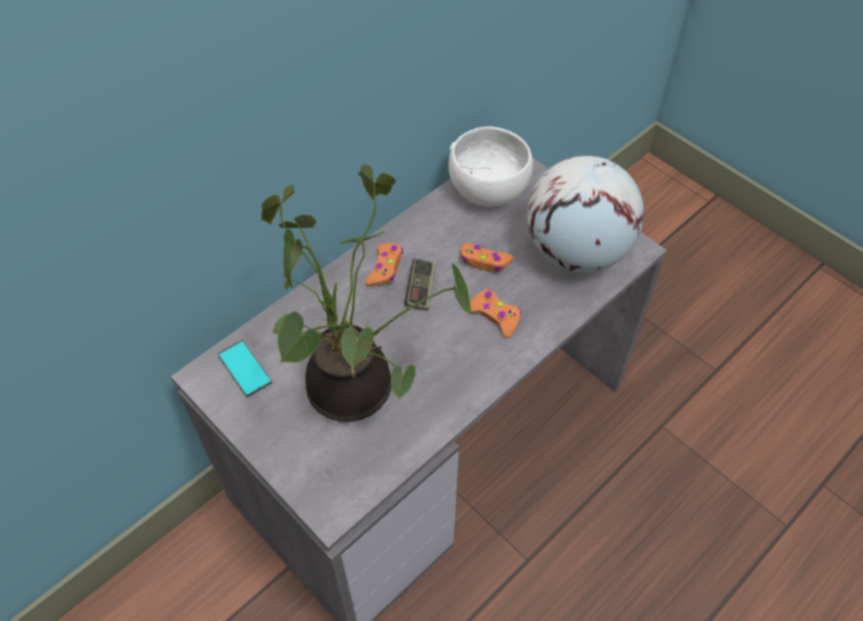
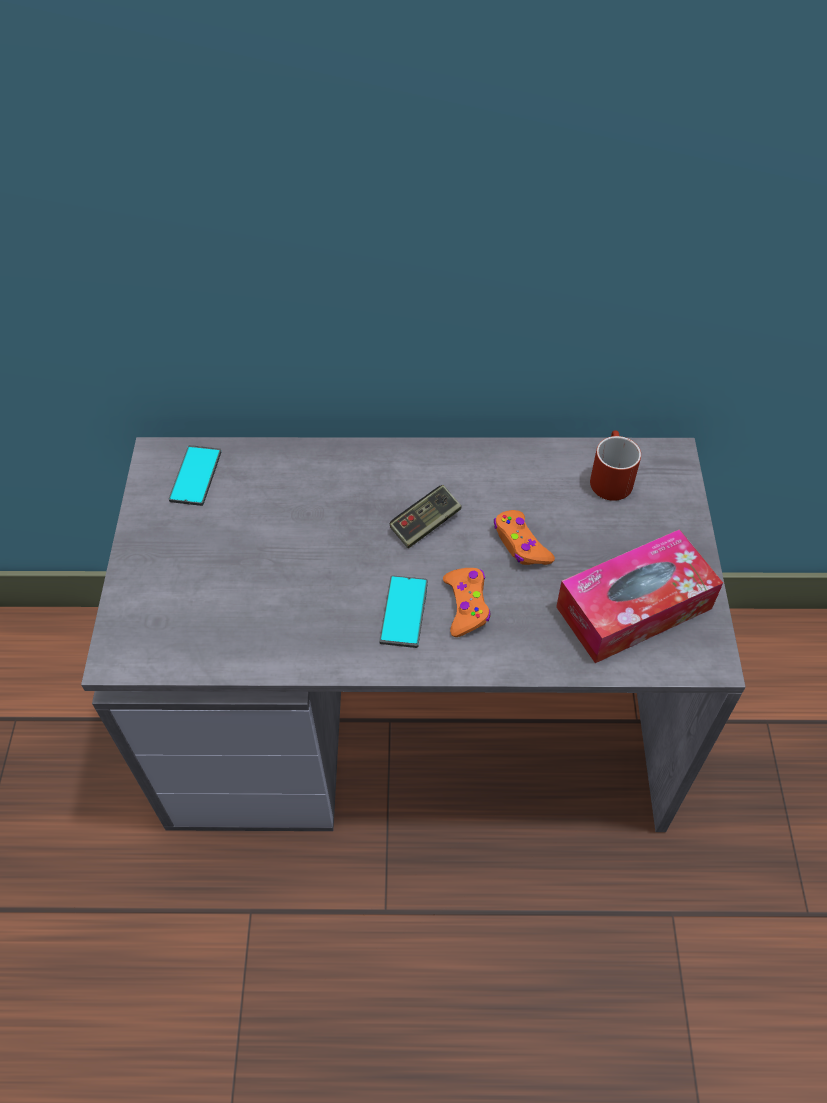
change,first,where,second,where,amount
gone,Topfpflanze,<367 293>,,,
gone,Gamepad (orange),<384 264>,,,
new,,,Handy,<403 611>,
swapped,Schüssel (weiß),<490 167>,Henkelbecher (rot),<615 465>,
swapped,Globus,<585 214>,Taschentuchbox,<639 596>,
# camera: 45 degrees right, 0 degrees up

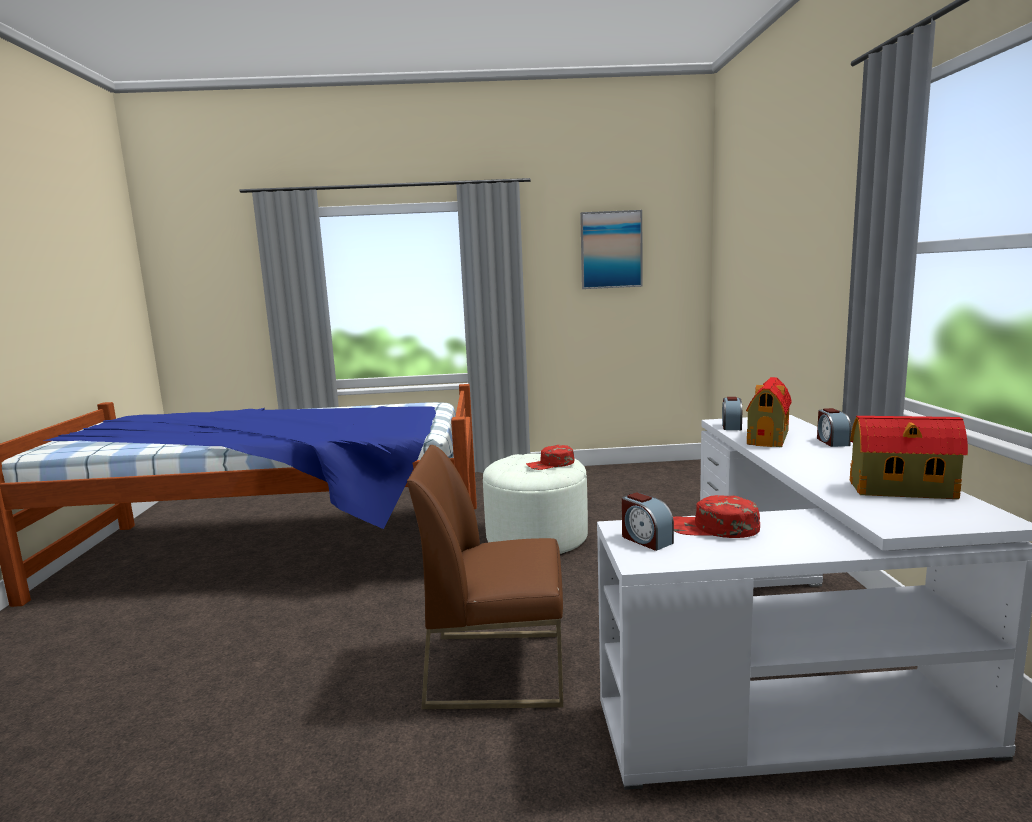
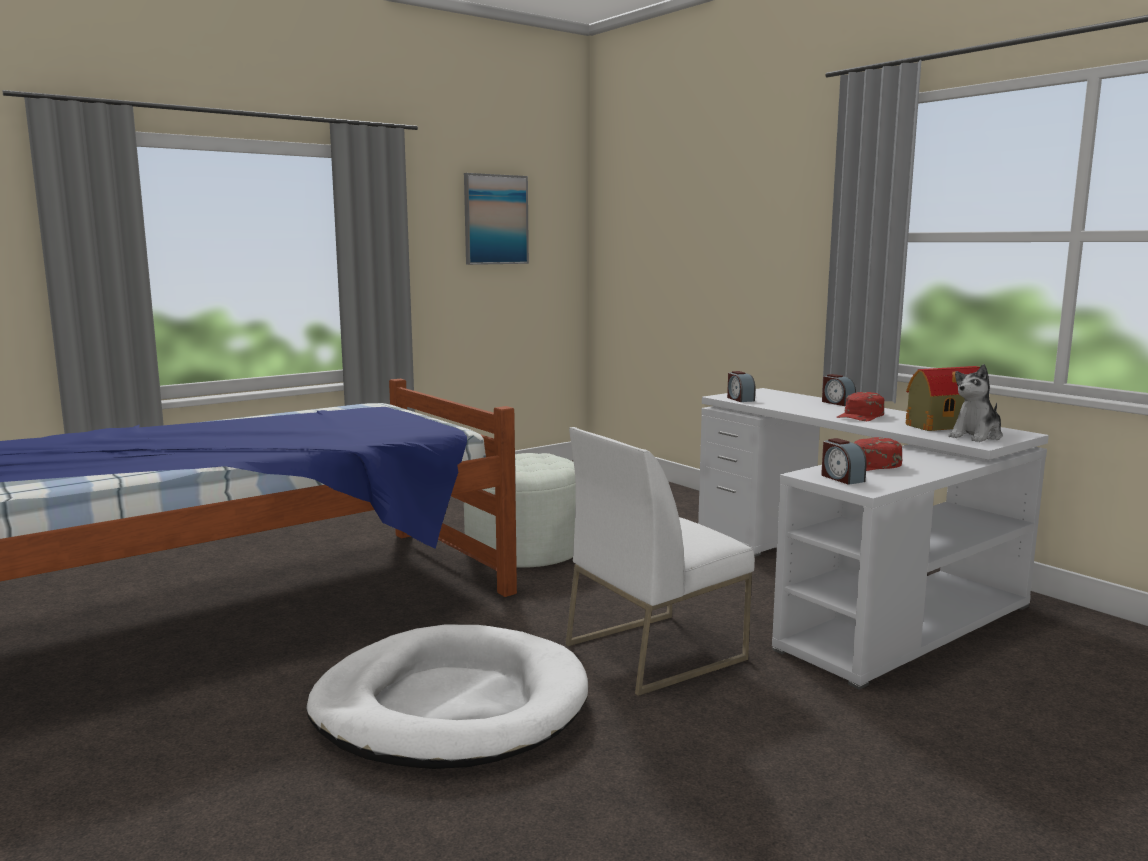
change,first,where,second,where,amount
gone,Spielzeughaus,<769 412>,,,
new,,,Hundebett (weiß),<447 697>,
new,,,Plüschtier,<975 403>,
shifted,Kappe (rot),<550 457>,,<860 406>,
repainted,Stuhl (braun),<485 577>,Stuhl (weiß),<660 561>,
rotated,Wecker,<648 521>,,<844 461>,45 degrees clockwise
# camera: 35 degrees left, 0 degrees up

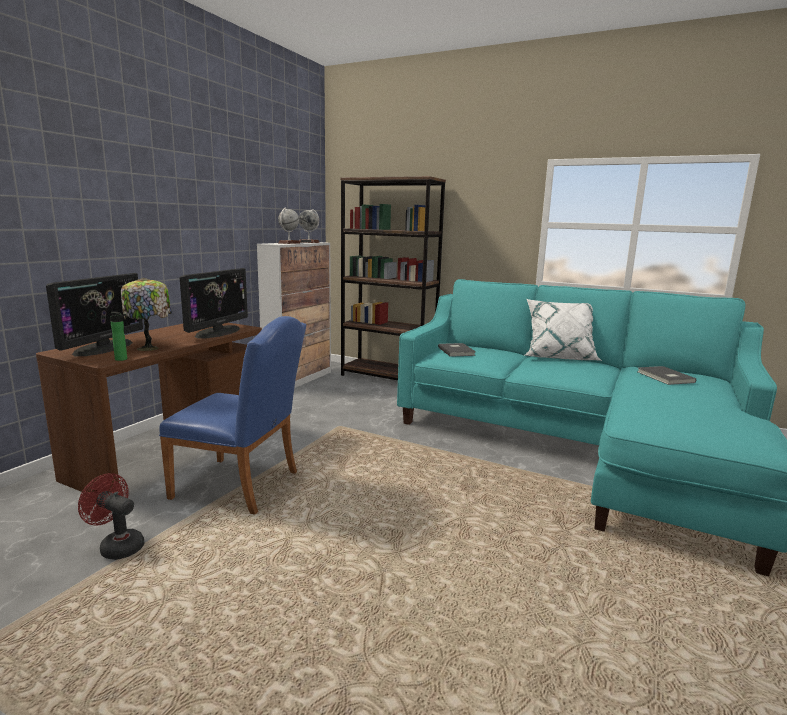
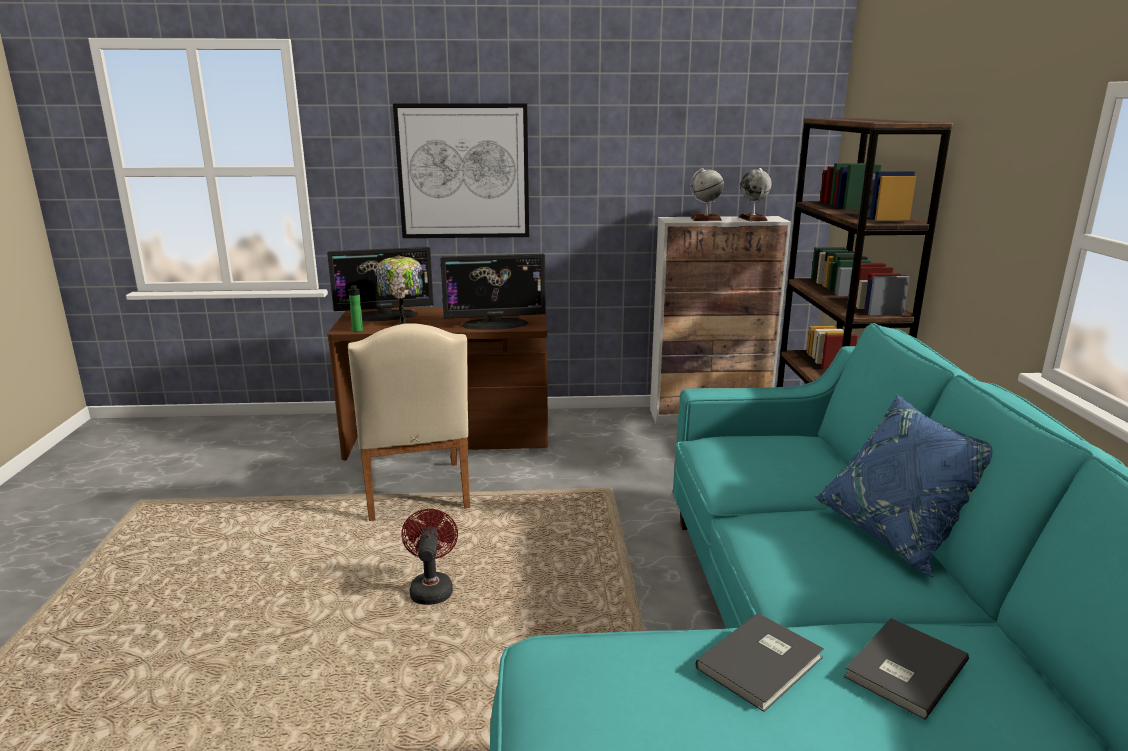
change,first,where,second,where,amount
new,,,Bild,<461 170>,
shifted,Ventilator (rot),<111 516>,,<429 557>,
shifted,Buch (grau),<457 350>,,<760 662>,
repainted,Stuhl (blau),<232 415>,Stuhl (beige),<409 422>,
repainted,Kissen (weiß),<563 330>,Kissen (blau),<903 486>,
# camera: 60 degrees right, 5 degrees up

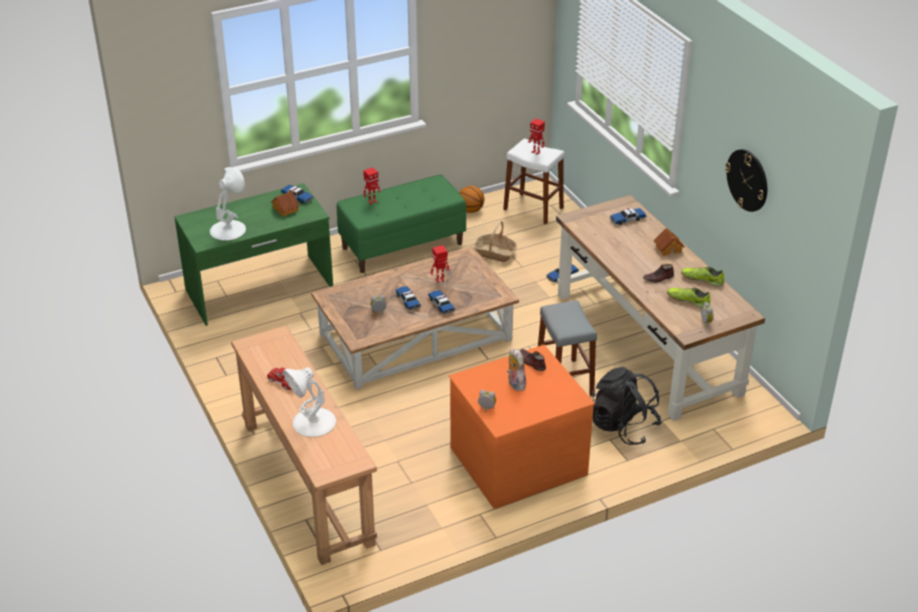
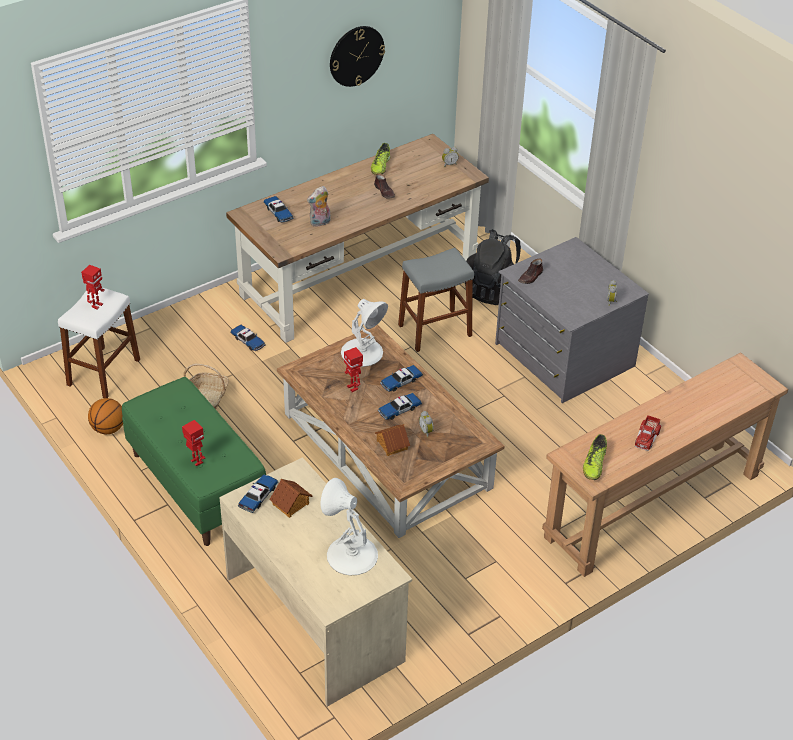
change,first,where,second,where,amount
shifted,Tischlampe (weiß),<309 402>,,<364 333>,
shifted,Plüschtier,<516 370>,,<318 206>,
shifted,Spielzeughaus,<669 242>,,<392 440>,
shifted,Schuh,<689 298>,,<595 457>,
repainted,Schreibtisch (grün),<253 254>,Schreibtisch (beige),<315 582>,
repainted,Kommode (orange),<522 427>,Kommode (grau),<572 320>,
# camera: 100 degrees left, 5 degrees up

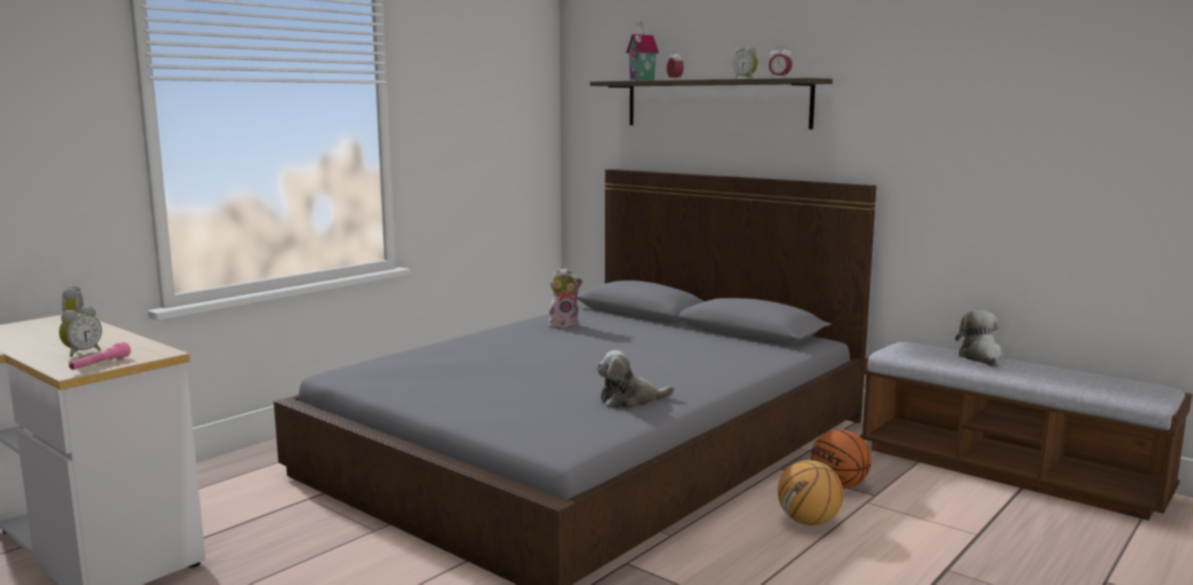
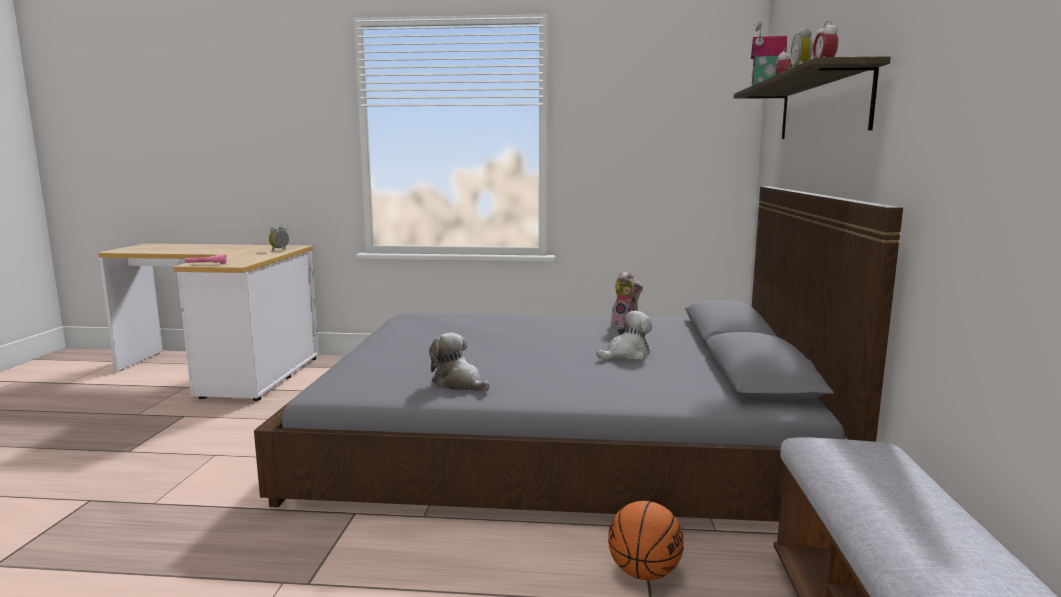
change,first,where,second,where,amount
gone,Wecker,<80 331>,,,
gone,Basketball,<810 493>,,,
shifted,Plüschtier,<979 338>,,<624 335>,
# camera: 55 degrees right, 0 degrees up

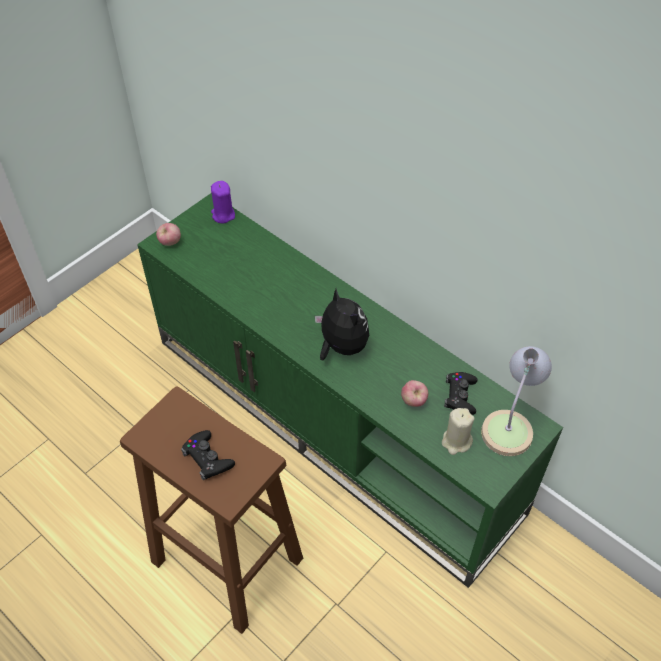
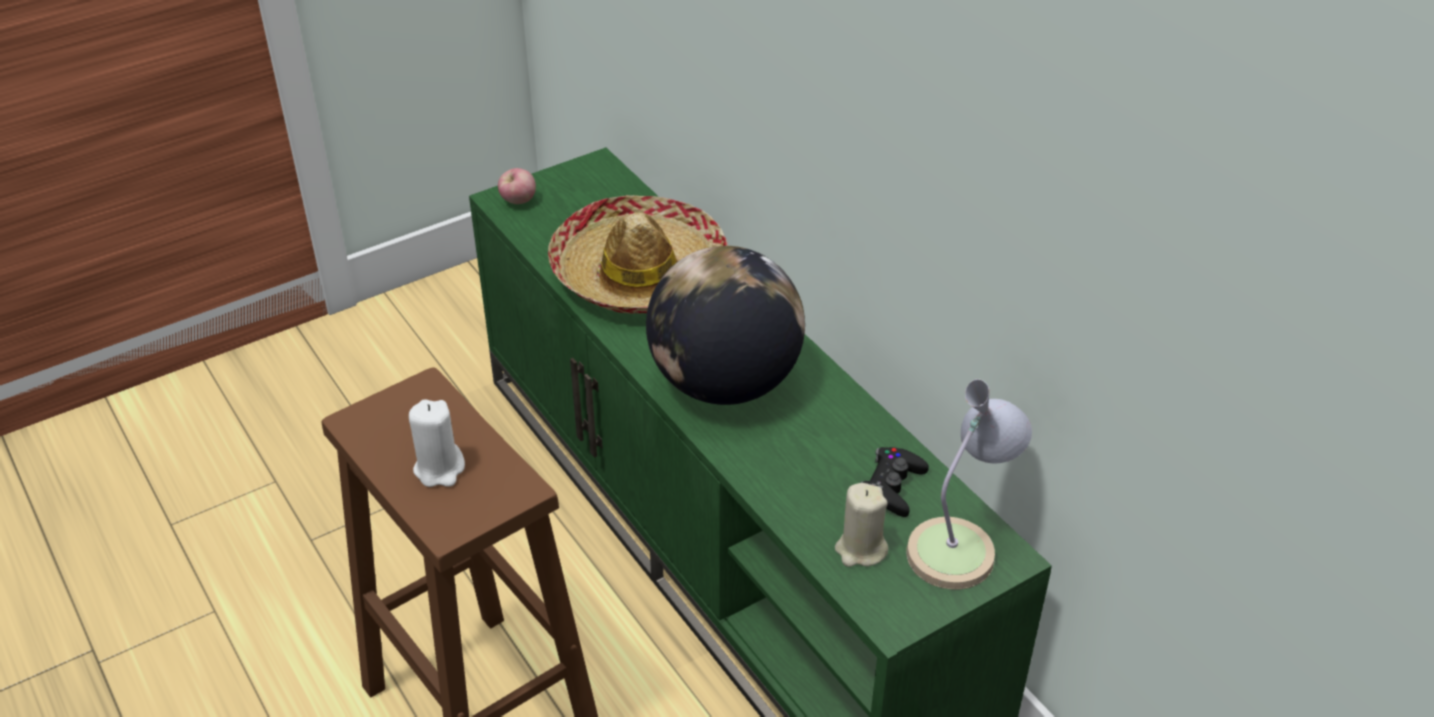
change,first,where,second,where,amount
gone,Kerze (lila),<223 202>,,,
gone,Apfel,<414 393>,,,
new,,,Hut,<638 254>,
swapped,Gamepad (schwarz),<208 455>,Kerze (weiß),<437 443>,
swapped,Plüschtier,<342 324>,Globus,<725 325>,
# camera: 15 degrees right, 10 degrees down

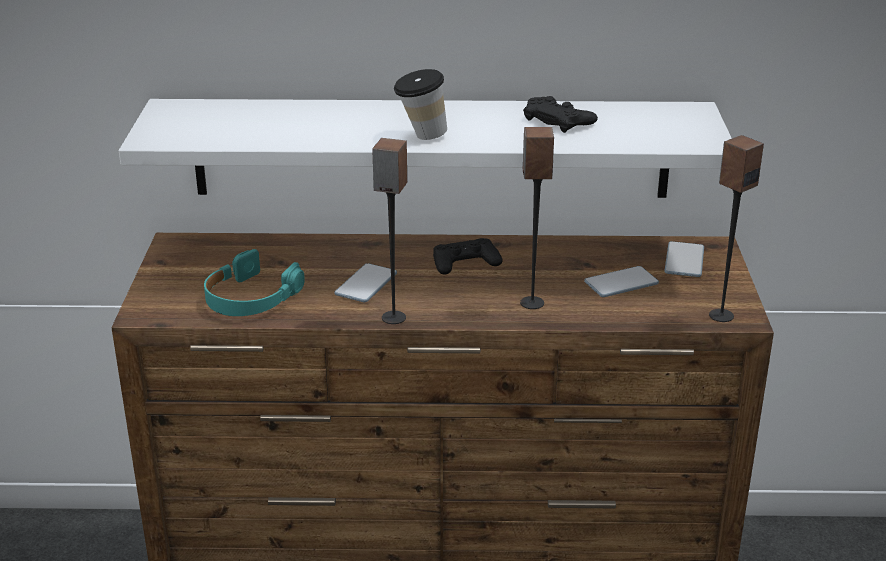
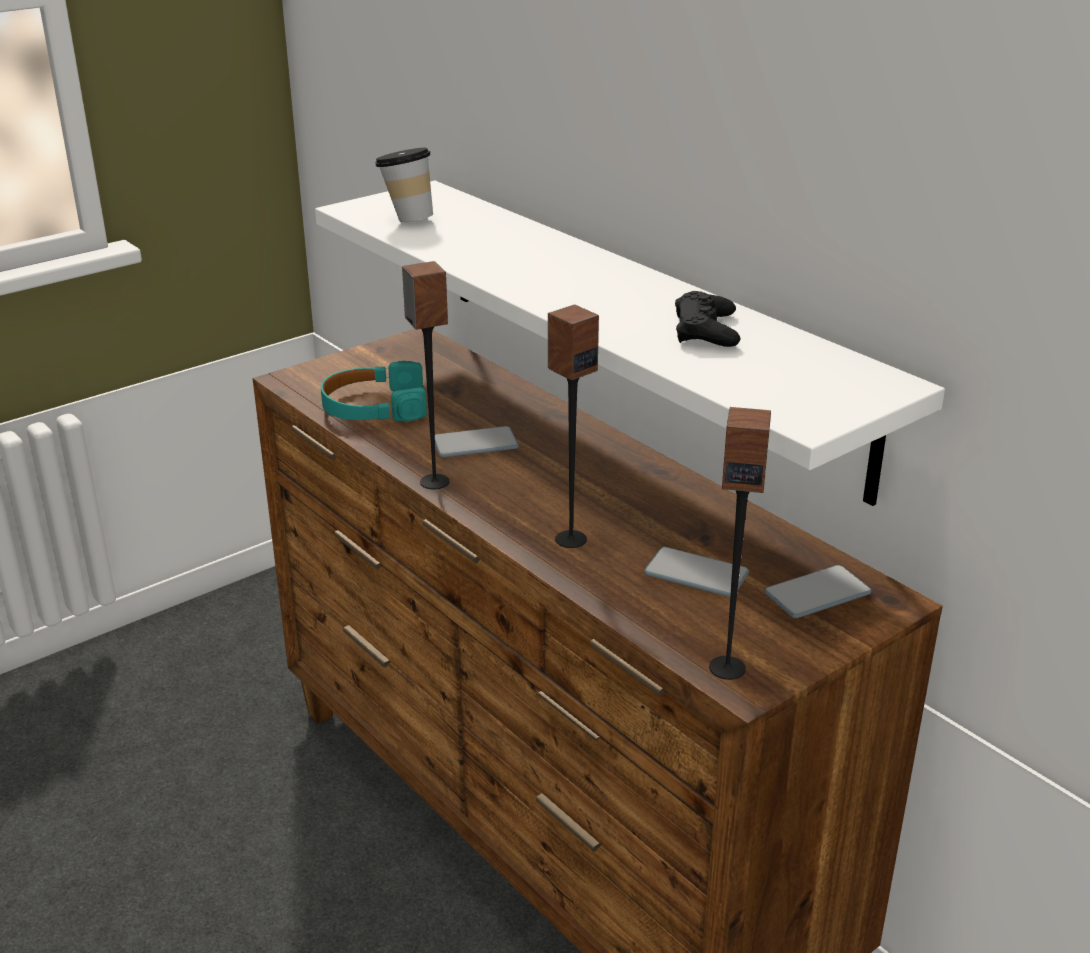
change,first,where,second,where,amount
gone,Gamepad (schwarz),<468 256>,,,
shifted,Tasse,<420 104>,,<404 185>,
# camera: 50 degrees right, 0 degrees up

